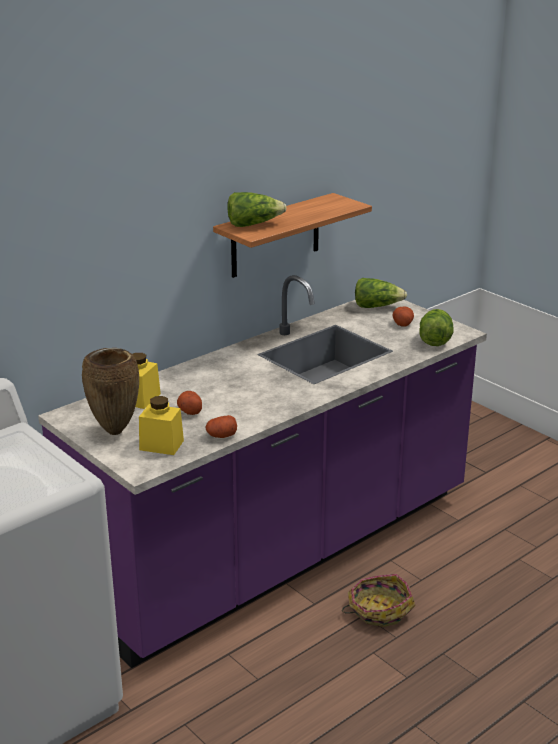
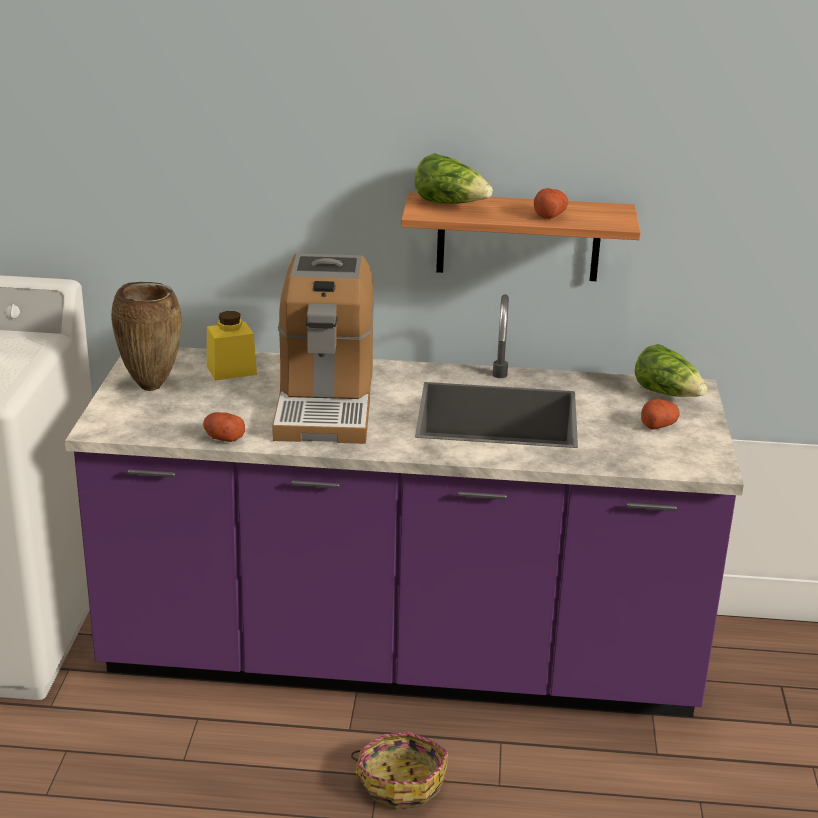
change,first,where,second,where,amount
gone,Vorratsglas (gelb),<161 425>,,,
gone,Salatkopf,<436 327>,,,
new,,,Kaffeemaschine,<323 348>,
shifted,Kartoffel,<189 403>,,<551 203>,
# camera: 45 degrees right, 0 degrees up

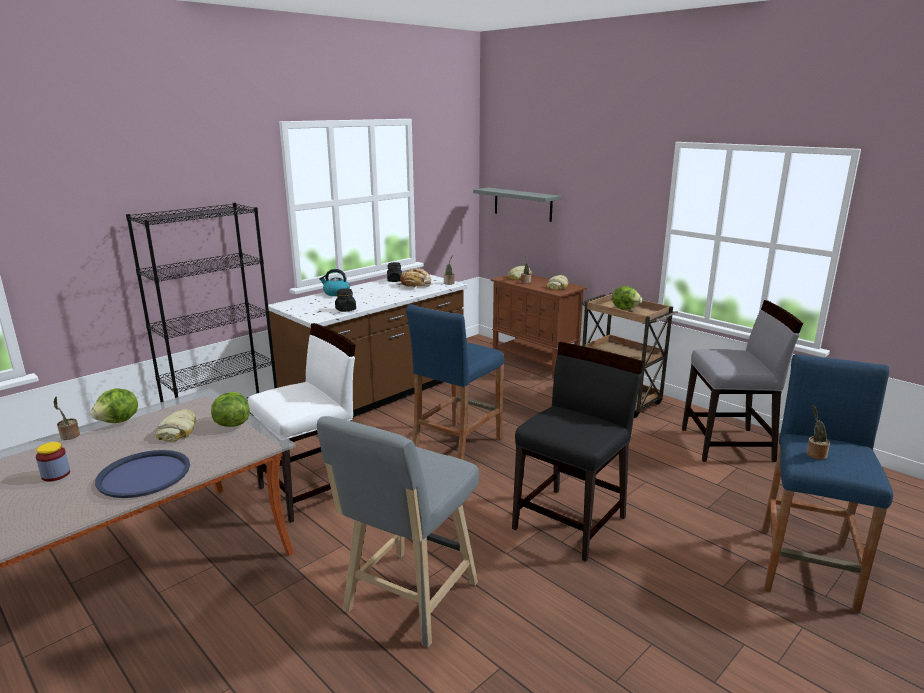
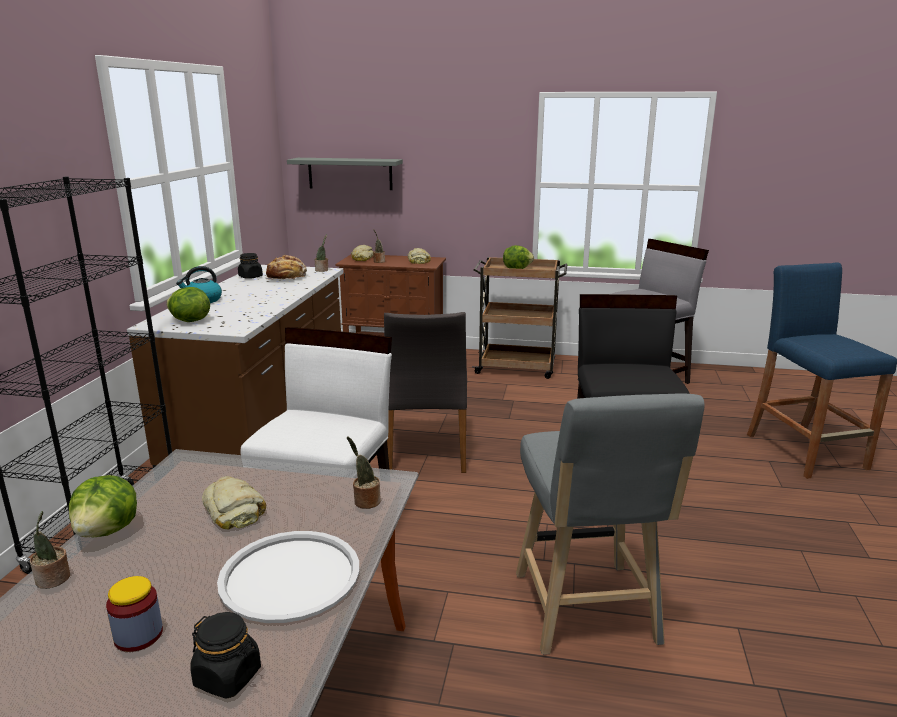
change,first,where,second,where,amount
shifted,Salatkopf,<230 409>,,<188 304>,
shifted,Vorratsglas (schwarz),<345 300>,,<225 655>,
shifted,Topfpflanze,<818 432>,,<364 473>,
swapped,Hocker (blau),<455 382>,Stuhl (grau),<425 392>,
repainted,Tablett (blau),<142 474>,Tablett (weiß),<288 577>,
# camera: 35 degrees left, 0 degrees up

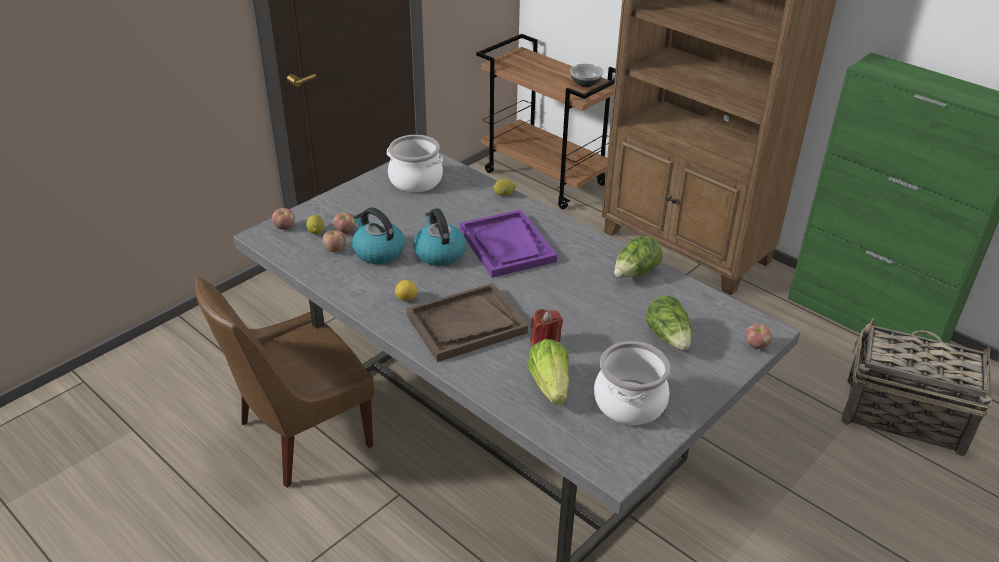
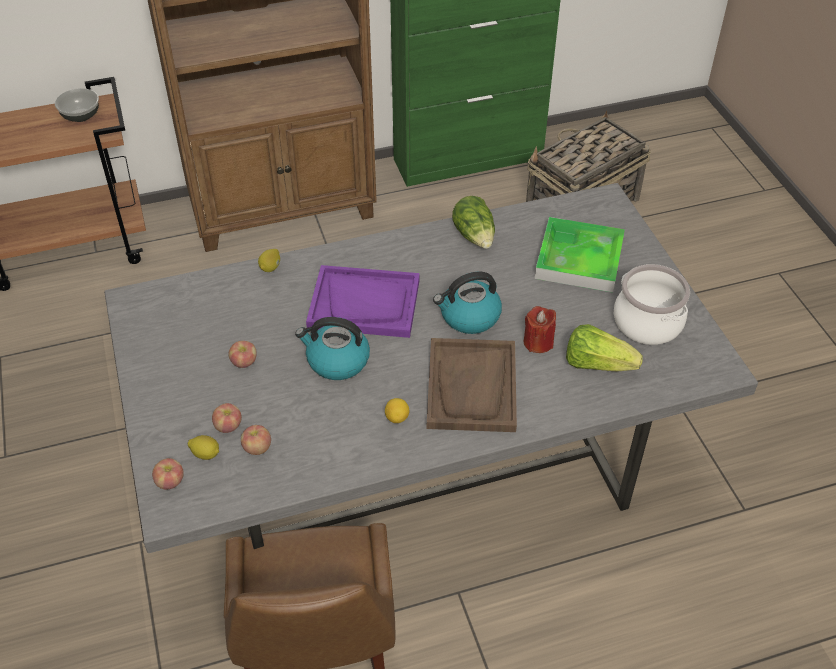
change,first,where,second,where,amount
gone,Kochtopf,<415 163>,,,
shifted,Wasserkessel,<378 235>,,<467 302>,
shifted,Apfel,<758 336>,,<242 354>,
swapped,Salatkopf,<669 323>,Tablett,<580 255>,
# camera: 60 degrees left, 10 degrees up

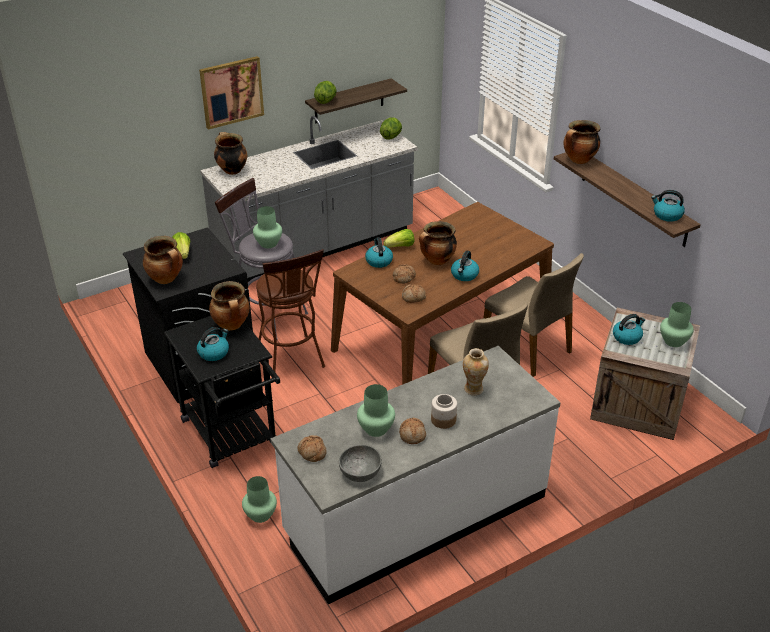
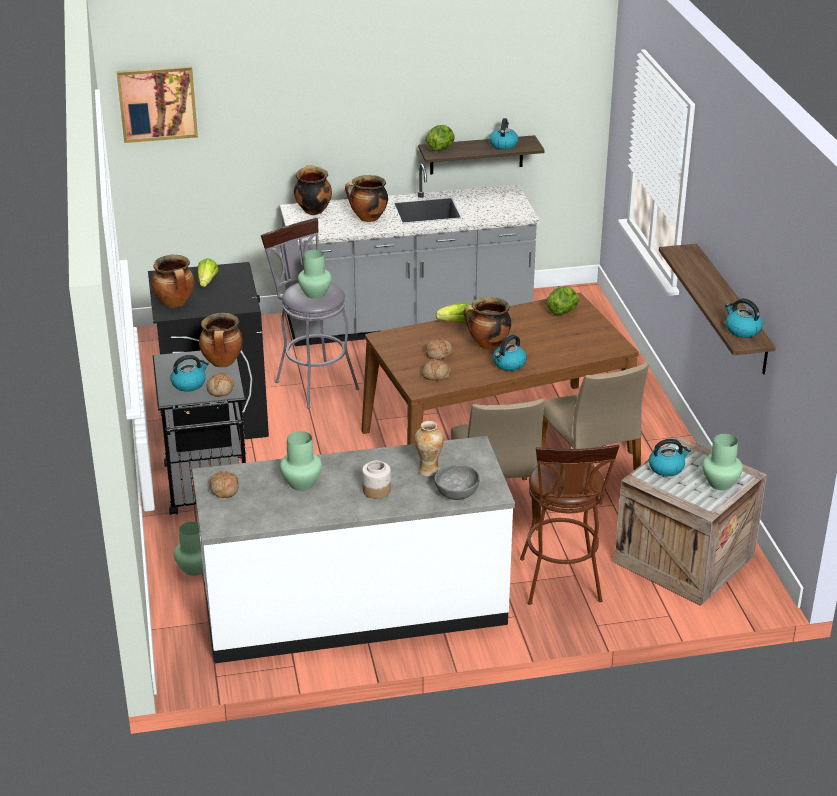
change,first,where,second,where,amount
shifted,Bild,<231 93>,,<157 104>,
shifted,Hocker (braun),<290 310>,,<569 525>,
shifted,Schüssel (grau),<360 463>,,<457 482>,
shifted,Wasserkessel,<379 252>,,<503 134>,
shifted,Salatkopf,<391 128>,,<562 300>,
shifted,Brot,<412 431>,,<220 385>,
shifted,Kochtopf,<581 142>,,<366 198>,
# camera: 20 degrees right, 5 degrees down

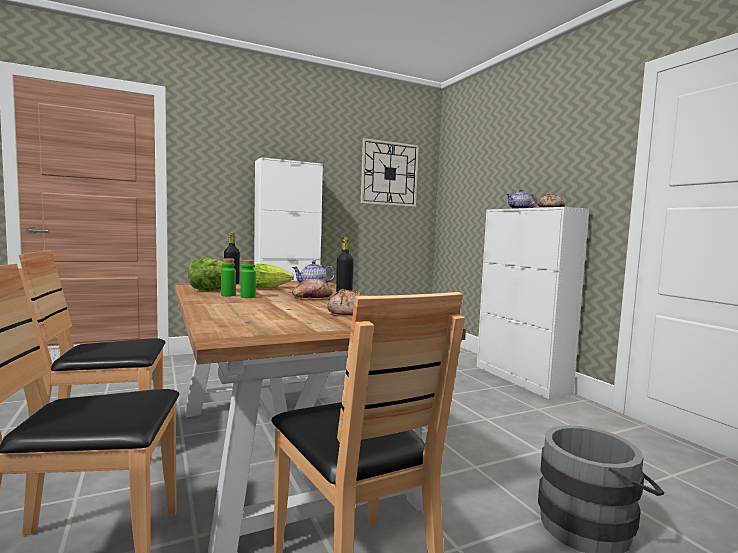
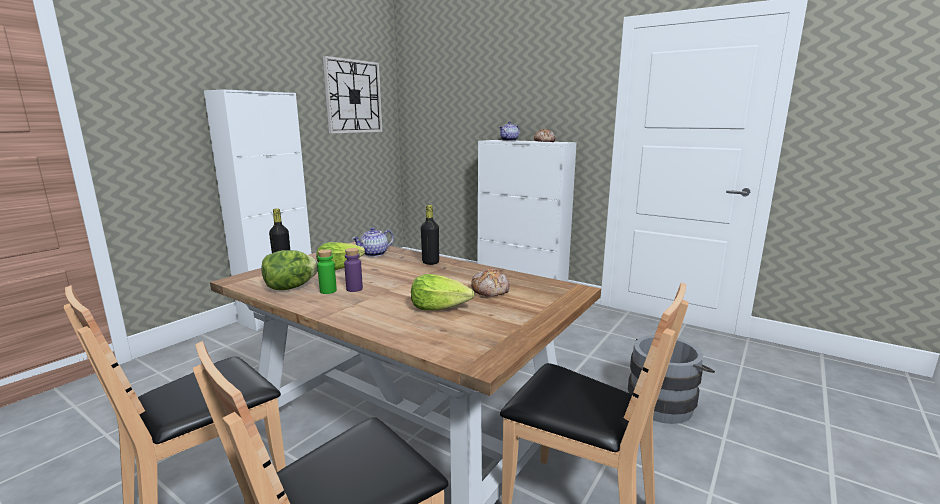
change,first,where,second,where,amount
gone,Brot,<312 288>,,,
new,,,Salatkopf,<442 292>,
repainted,Flasche (grün),<248 279>,Flasche (lila),<353 270>,
# camera: 30 degrees left, 10 degrees up

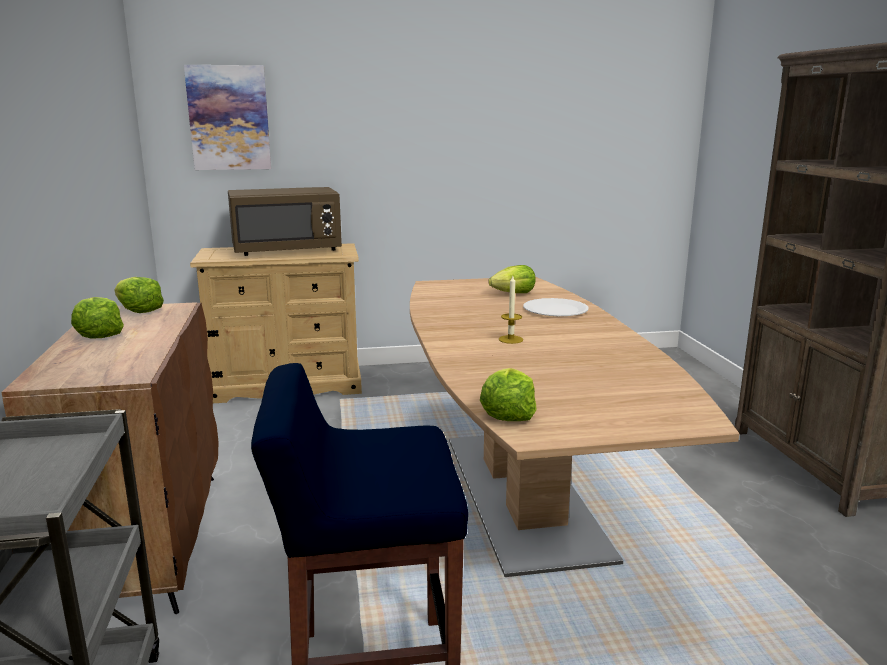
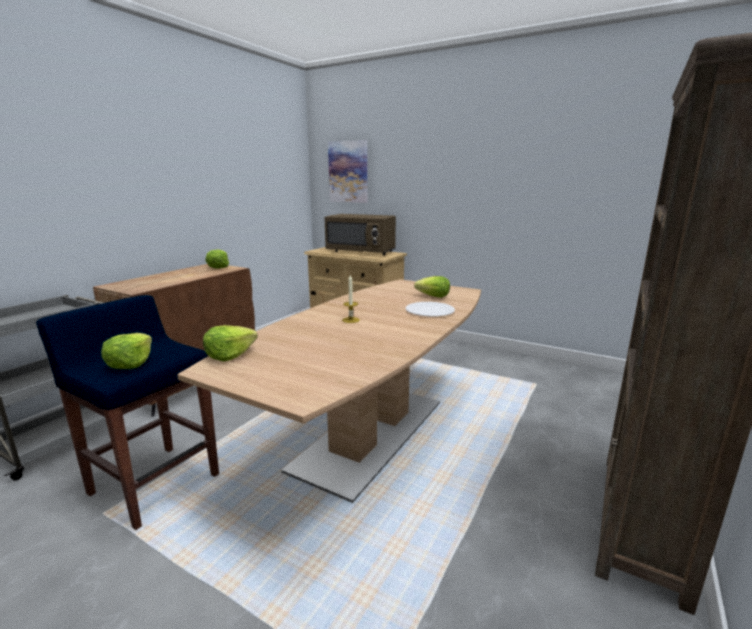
change,first,where,second,where,amount
shifted,Salatkopf,<97 318>,,<126 351>,
# camera: 40 degrees right, 0 degrees up

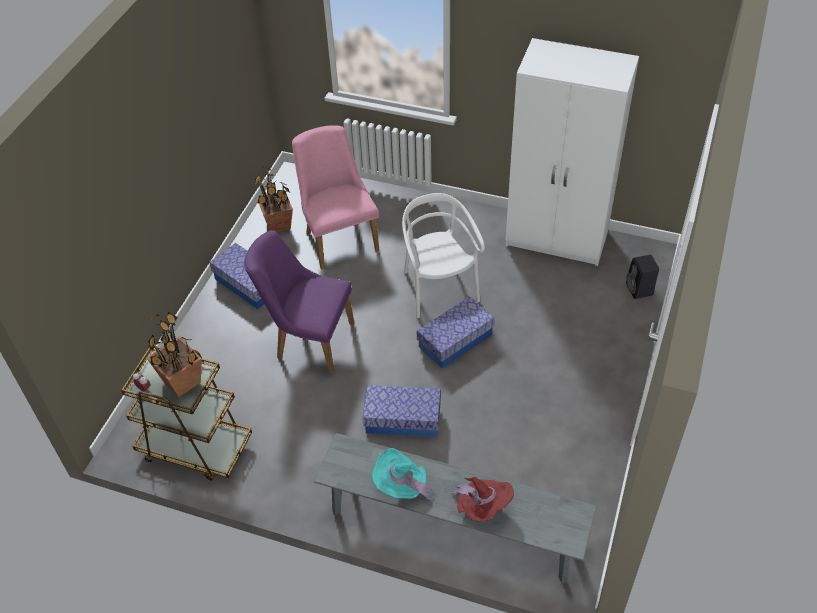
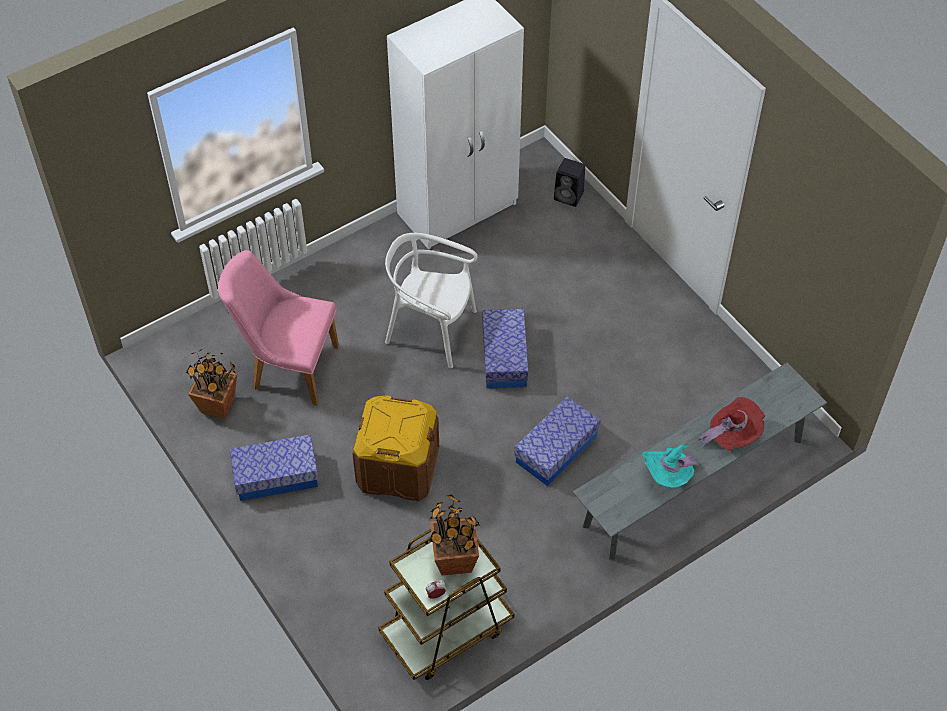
change,first,where,second,where,amount
swapped,Stuhl (lila),<299 302>,Aufbewahrungsbox (braun),<395 448>,
# camera: 55 degrees left, 5 degrees up

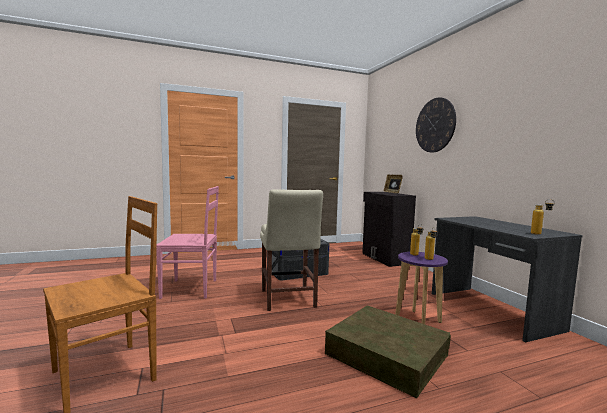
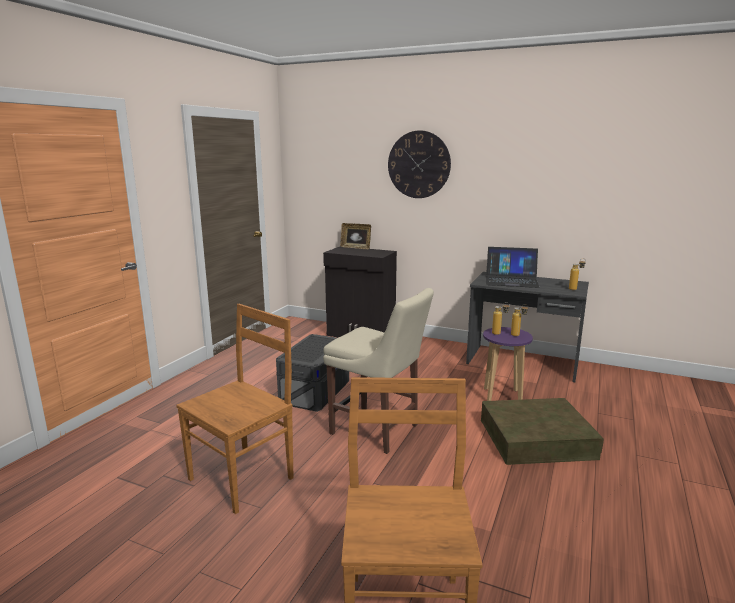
change,first,where,second,where,amount
new,,,Laptop,<513 267>,
repainted,Stuhl (rosa),<187 242>,Stuhl (braun),<235 409>,
# camera: 45 degrees left, 10 degrees up

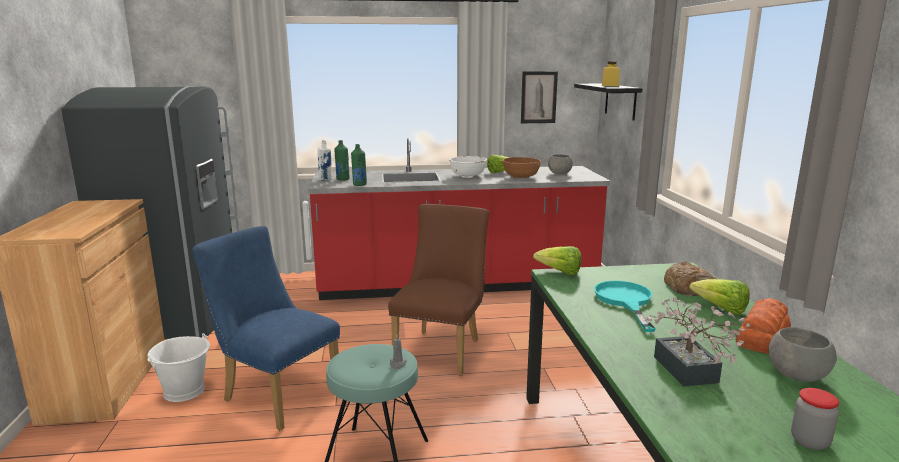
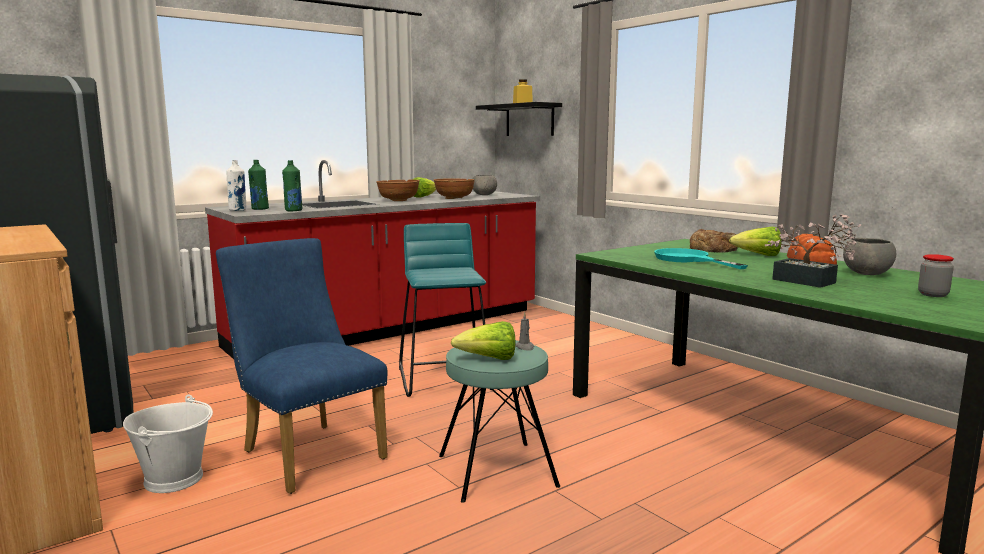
change,first,where,second,where,amount
gone,Bild,<539 97>,,,
shifted,Salatkopf,<557 260>,,<483 340>,
swapped,Stuhl (braun),<438 290>,Hocker (türkis),<445 310>,
repainted,Schüssel (weiß),<468 167>,Schüssel (braun),<398 190>,
rotated,Stuhl (blau),<266 328>,,<302 366>,45 degrees clockwise
# camera: 30 degrees left, 5 degrees down

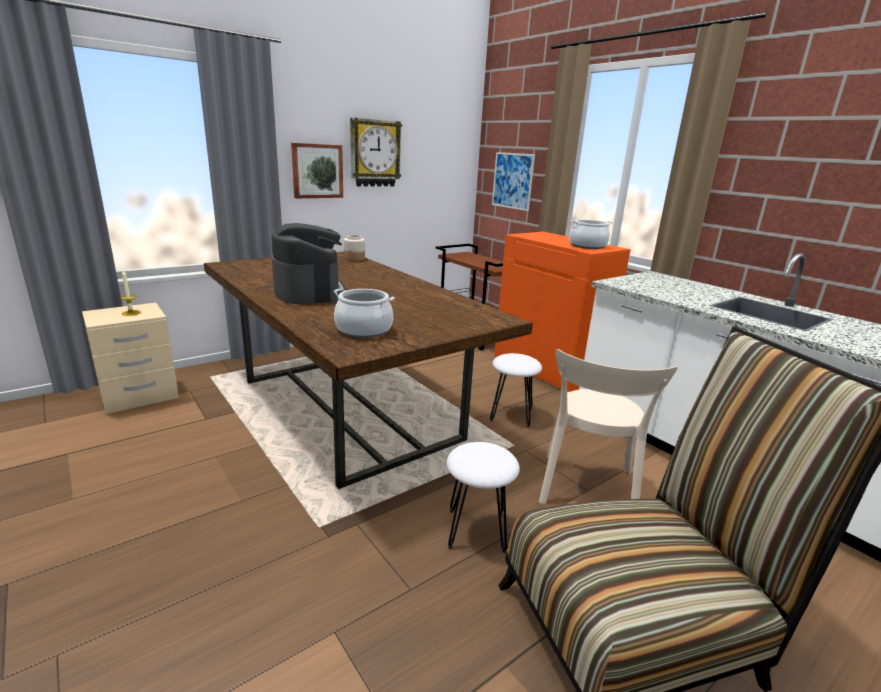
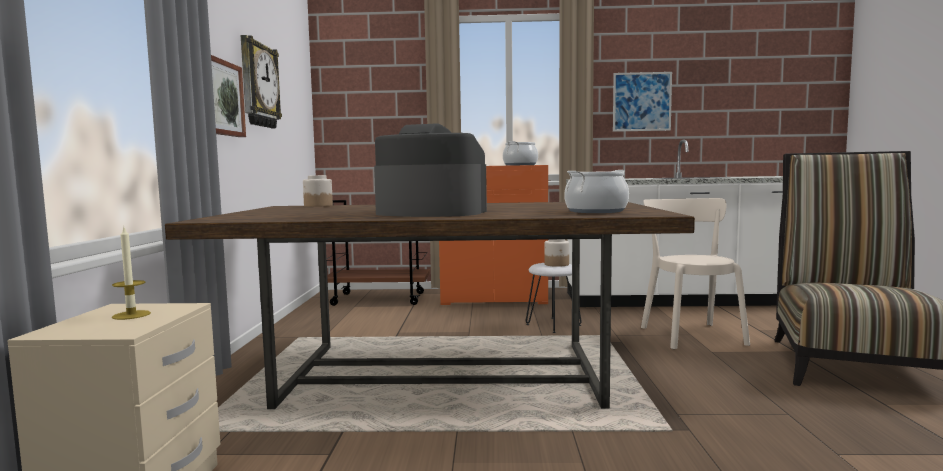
change,first,where,second,where,amount
gone,Hocker (weiß),<483 497>,,,
new,,,Vorratsglas,<556 253>,
shifted,Bild,<513 181>,,<642 102>,
rotated,Stuhl (beige),<608 426>,,<695 273>,150 degrees counterclockwise
# camera: 50 degrees left, 15 degrees down

